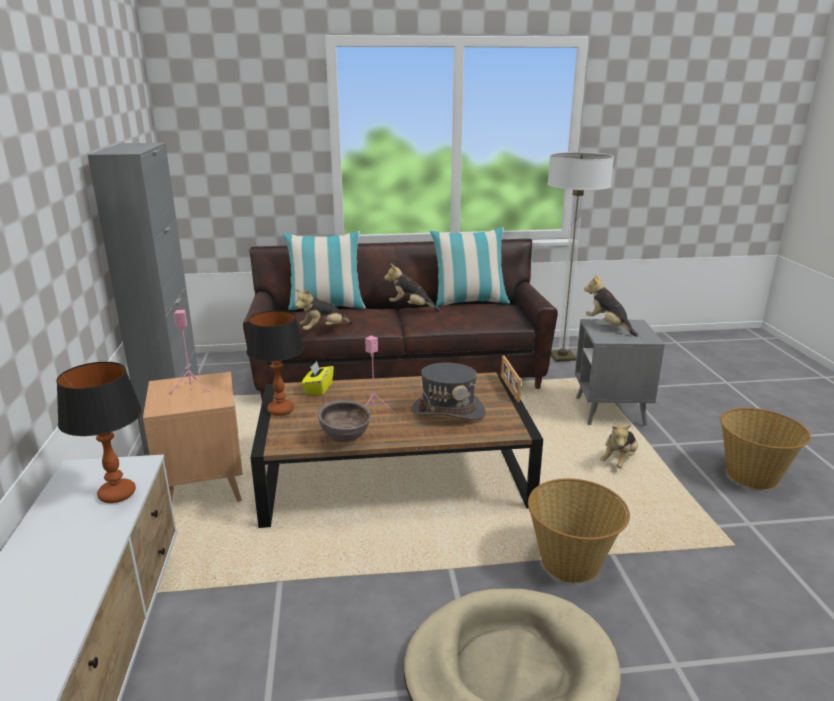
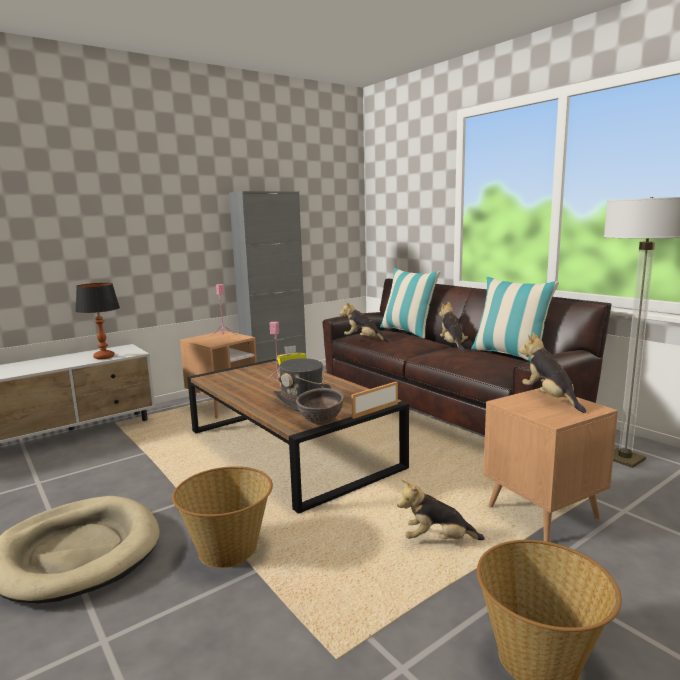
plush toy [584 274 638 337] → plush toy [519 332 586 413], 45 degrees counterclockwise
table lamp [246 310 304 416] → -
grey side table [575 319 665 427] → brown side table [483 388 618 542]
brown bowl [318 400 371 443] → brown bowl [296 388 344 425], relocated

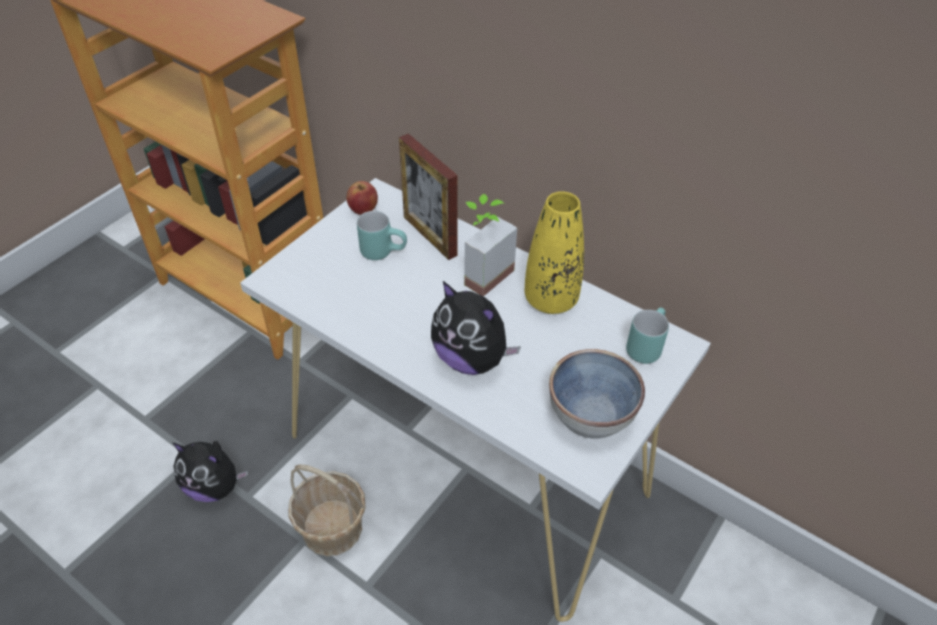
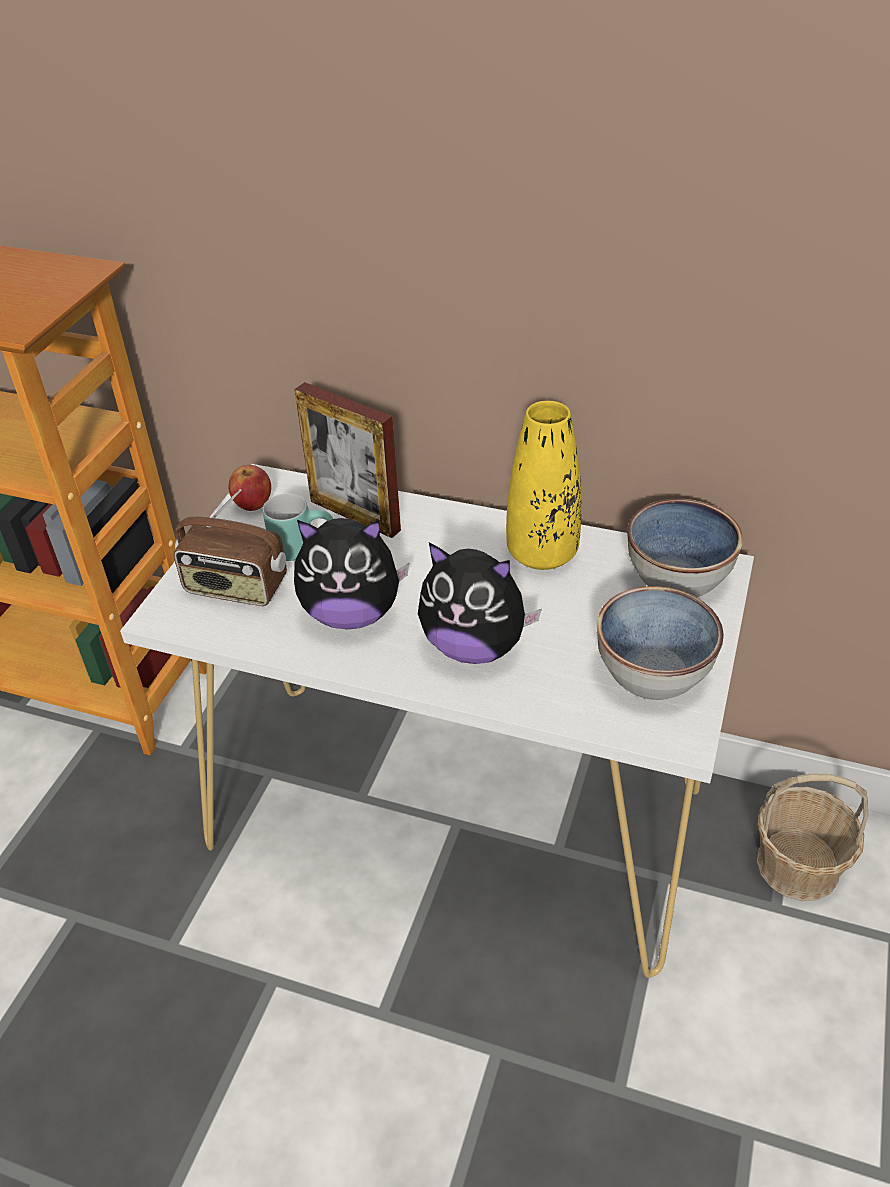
potted plant [464 194 517 297] → -
turquoise mug [626 307 669 364] → bowl [627 499 743 597]
plush toy [173 441 248 502] → plush toy [294 518 409 630], relocated
basket [289 464 365 556] → basket [757 773 868 901], relocated
- → radio [173 489 287 606]

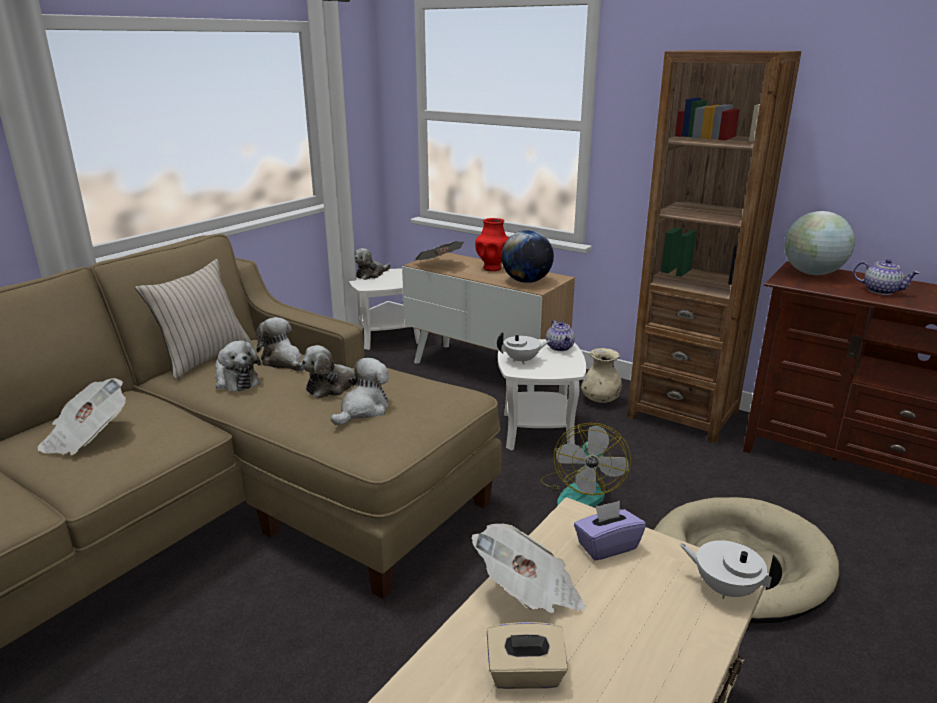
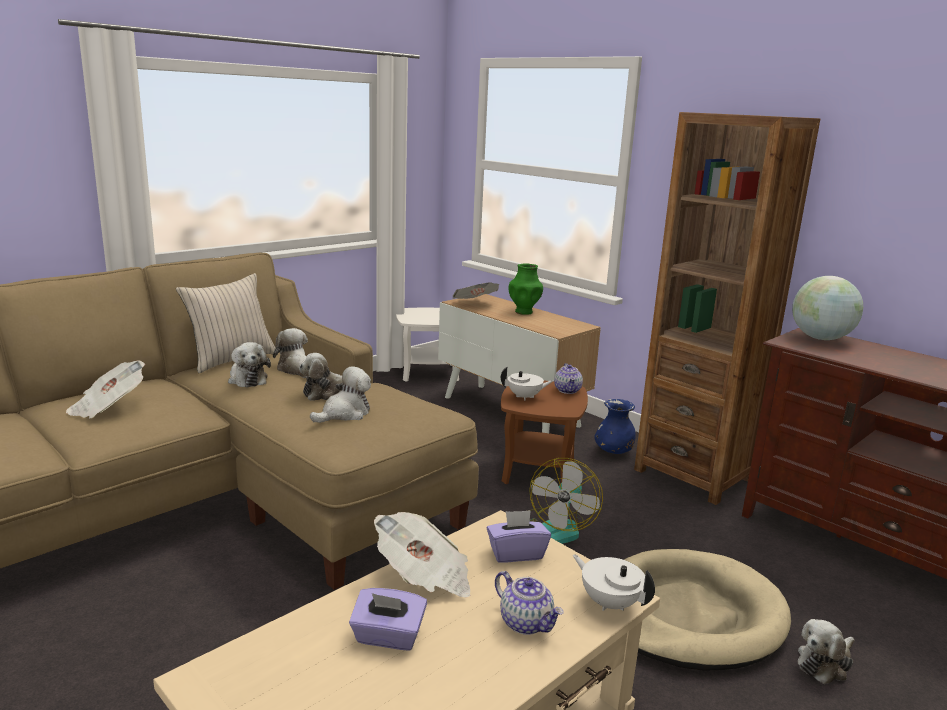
red vase [475 218 509 271] → green vase [509 263 543 315]
globe [501 230 554 283] → -
plush toy [355 248 390 280] → plush toy [798 619 854 684], relocated
teapot [853 259 919 295] → teapot [495 571 564 635], relocated
white side table [498 339 586 451] → brown side table [501 380 588 484]
beige vase [581 348 622 403] → blue vase [594 399 636 454]
beige tissue box [487 622 568 689] → purple tissue box [349 588 427 651]

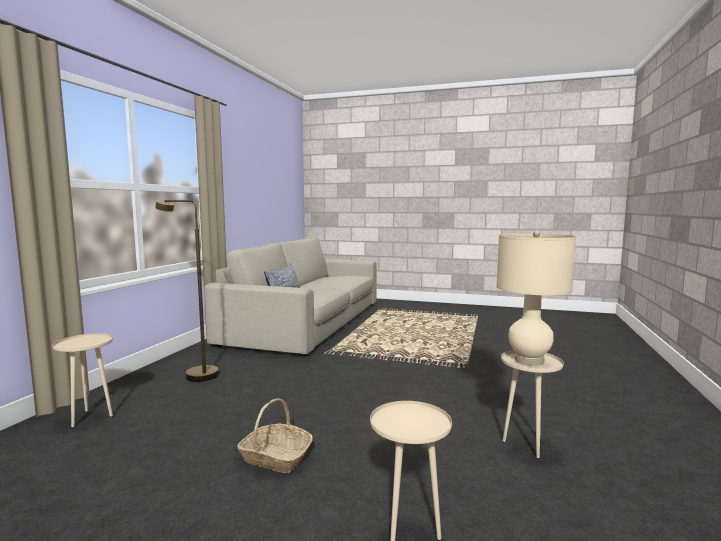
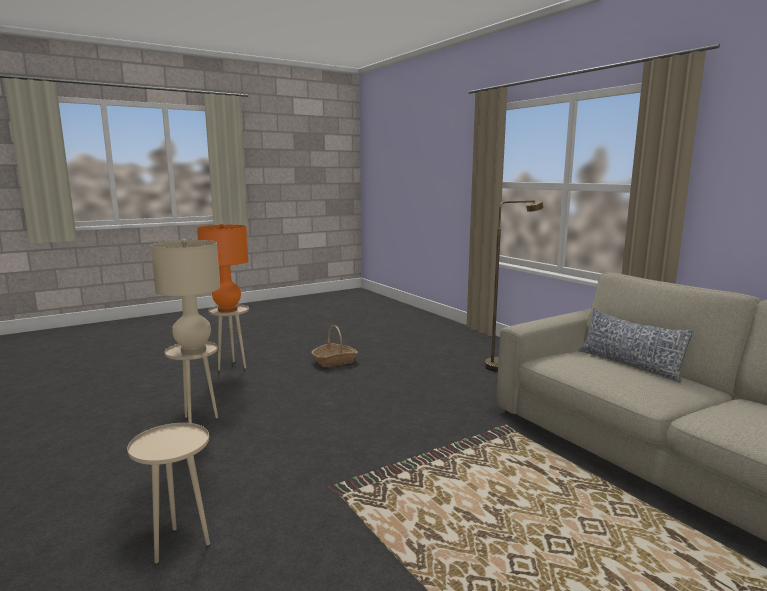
beige side table [53 333 113 428] → beige side table [127 423 210 564], relocated
- → orange table lamp [197 223 248 313]

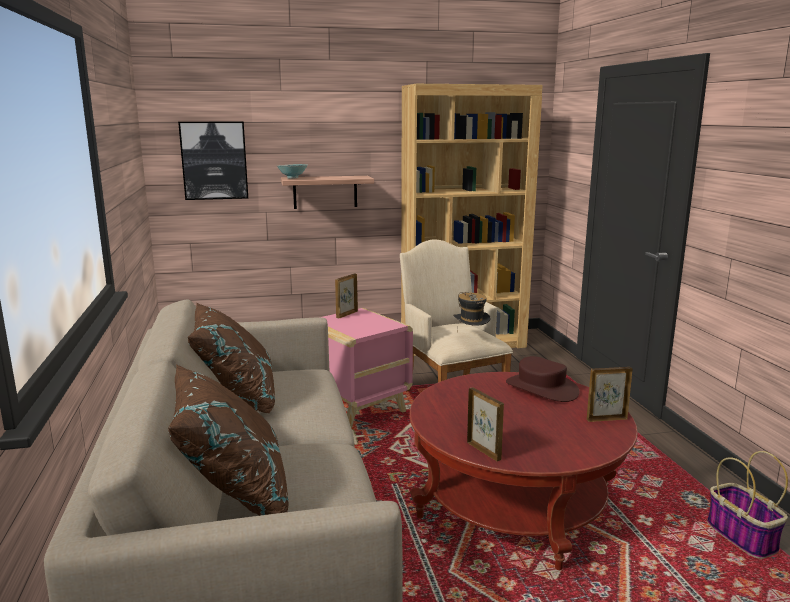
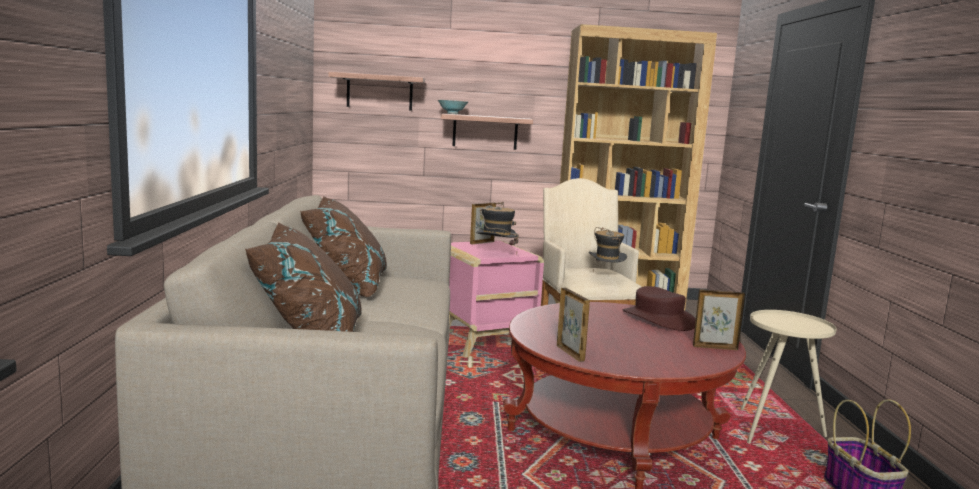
picture [178 122 248 200] → shelf [328 72 425 111]
- → hat [476 202 519 255]
- → beige side table [741 310 837 444]

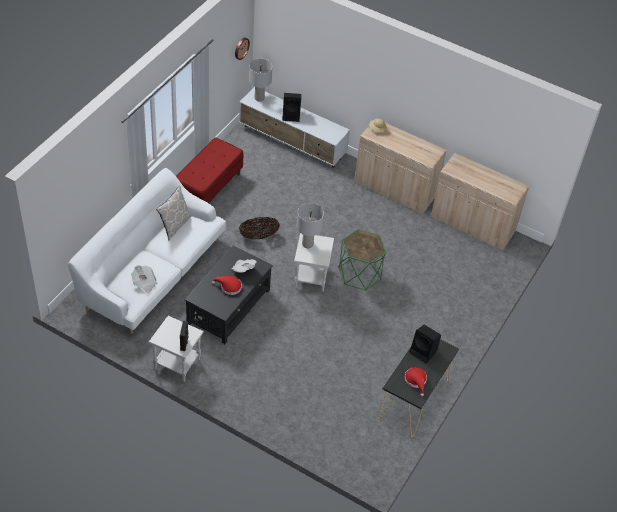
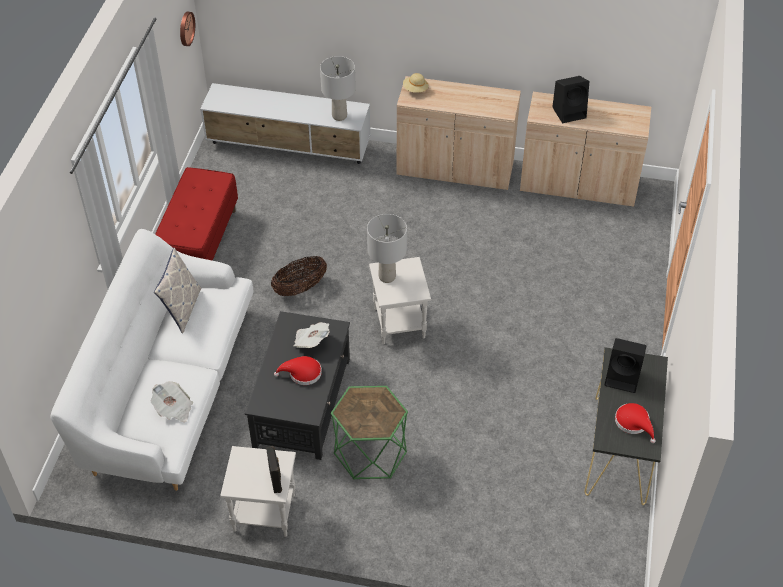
grey table lamp [249 59 272 102] → grey table lamp [320 56 356 121], relocated
black speaker [282 93 301 122] → black speaker [552 76 589 123], relocated
green side table [338 229 387 291] → green side table [331 386 408 480], relocated

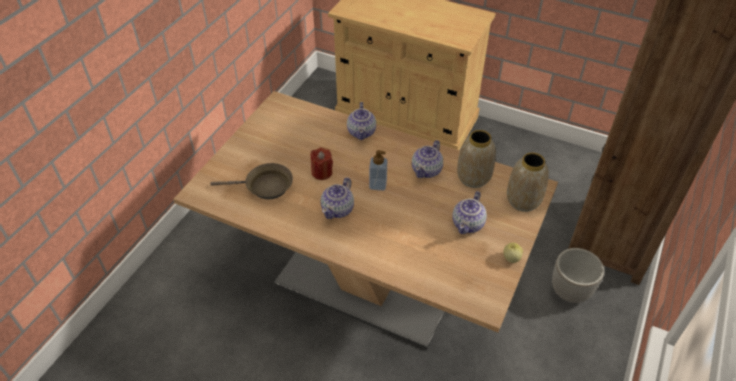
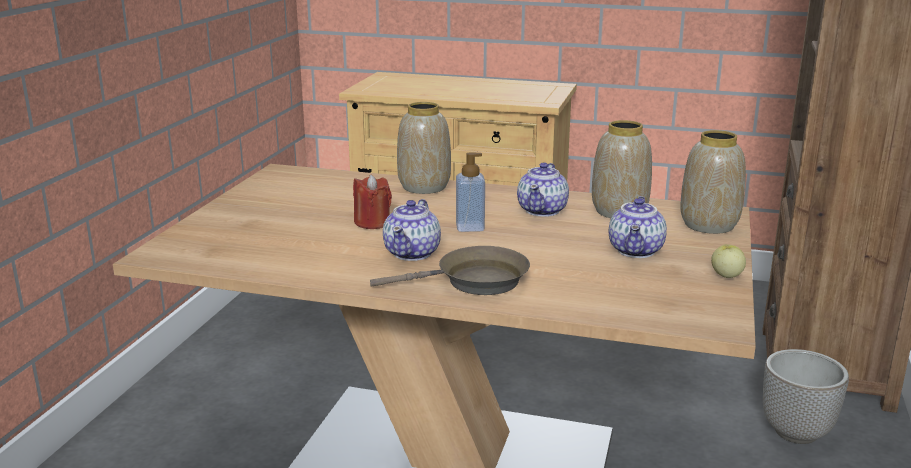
teapot [347 102 376 140] → vase [397 102 451 194]
brown frying pan [210 163 293 199] → brown frying pan [370 246 530 295], relocated

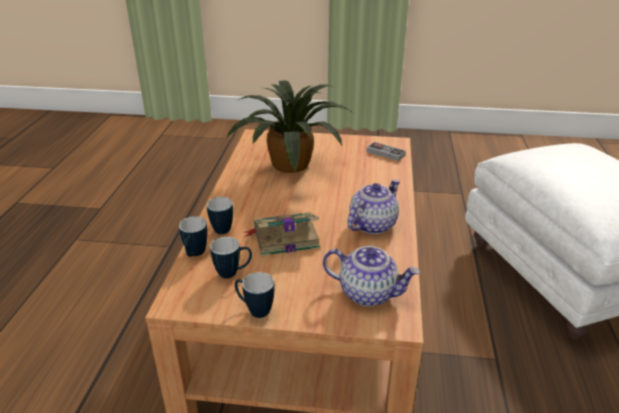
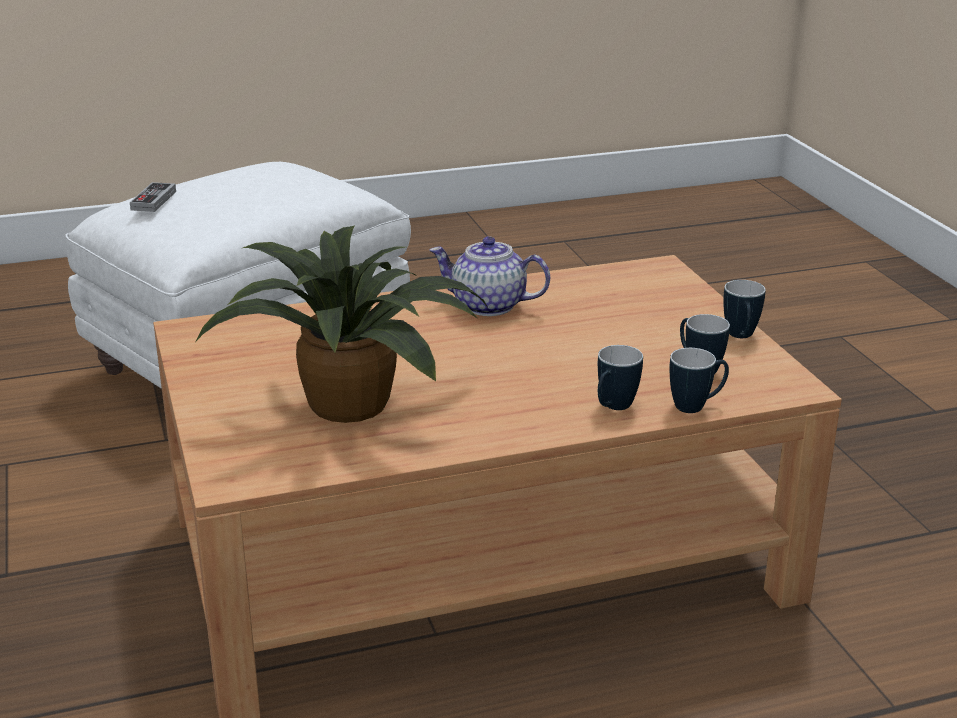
game controller [366 142 406 161] → game controller [130 182 176 212], relocated
book [245 212 320 256] → -
teapot [323 246 420 306] → -

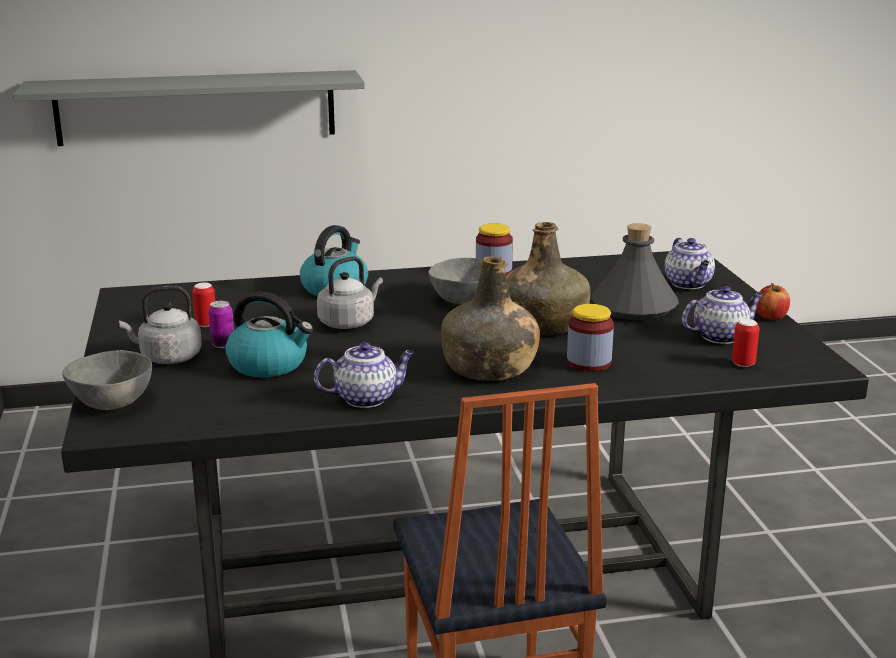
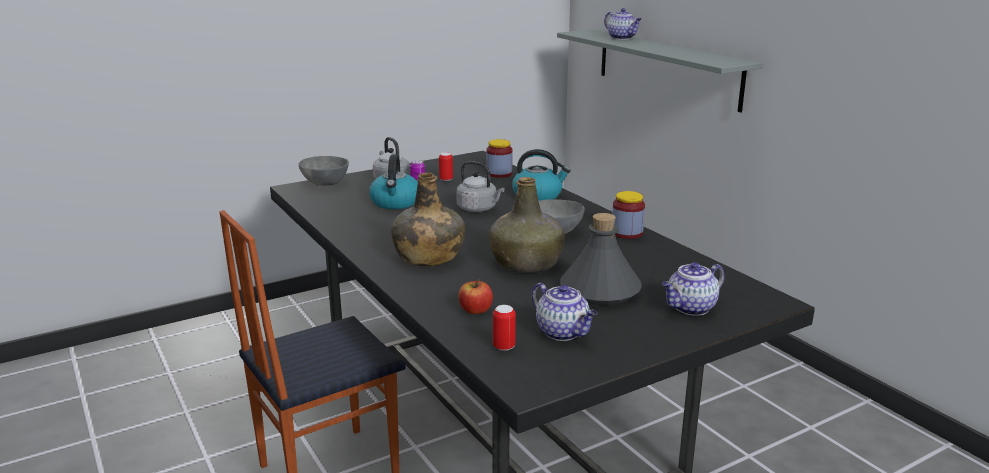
apple [756 283 790 320] → apple [458 279 493 314], relocated
jar [567 304 614 372] → jar [486 139 512 178], relocated
teapot [314 342 415 408] → teapot [604 8 642 40], relocated

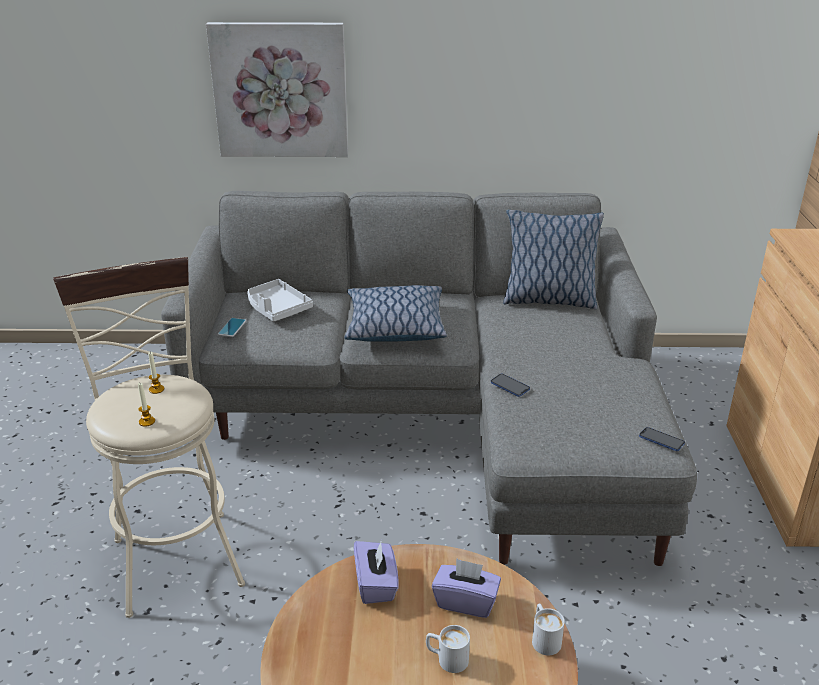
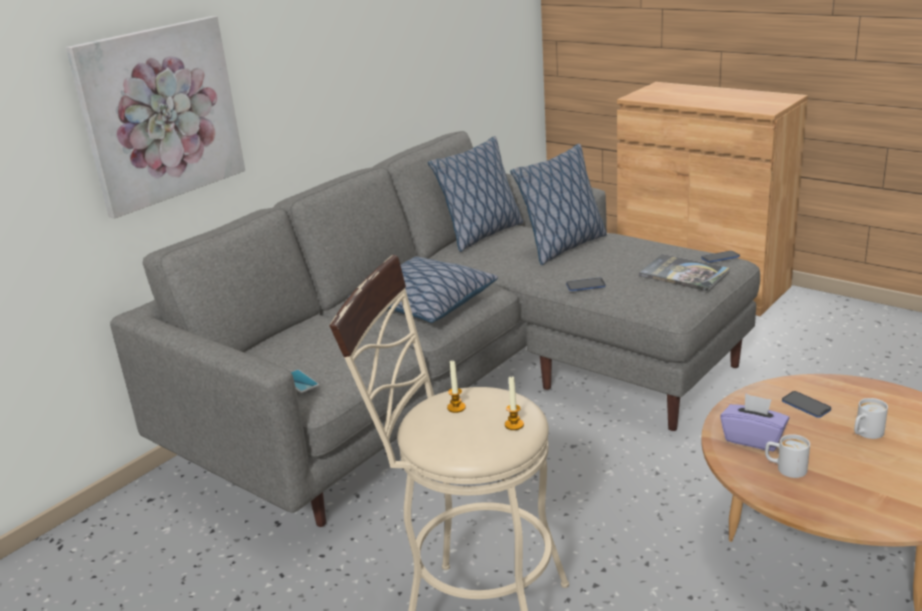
grey tray [247 279 313 322] → -
purple tissue box [432 558 501 618] → phone [782 391 831 418]
white mug [532 604 565 656] → white mug [765 434 810 478], relocated
- → pillow [510 144 607 265]
- → book [639 254 730 291]

